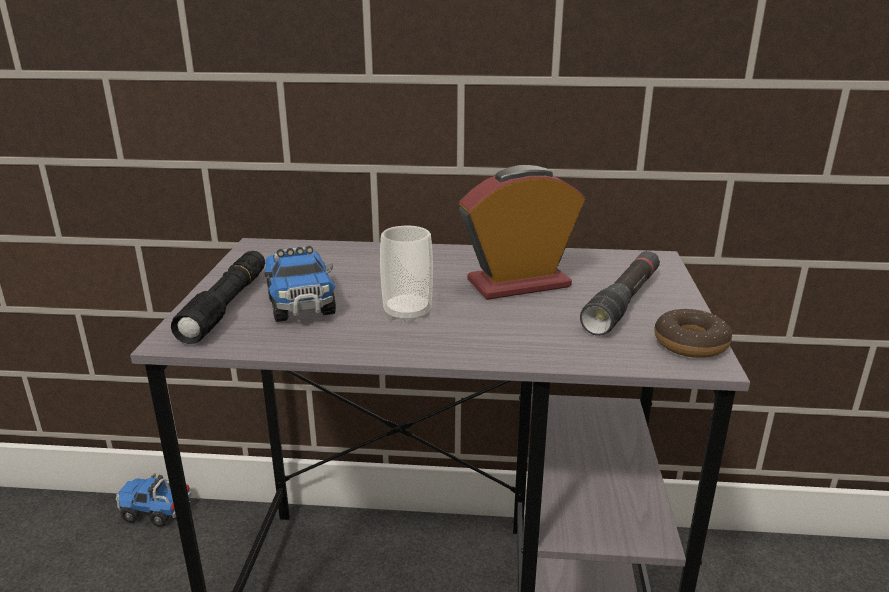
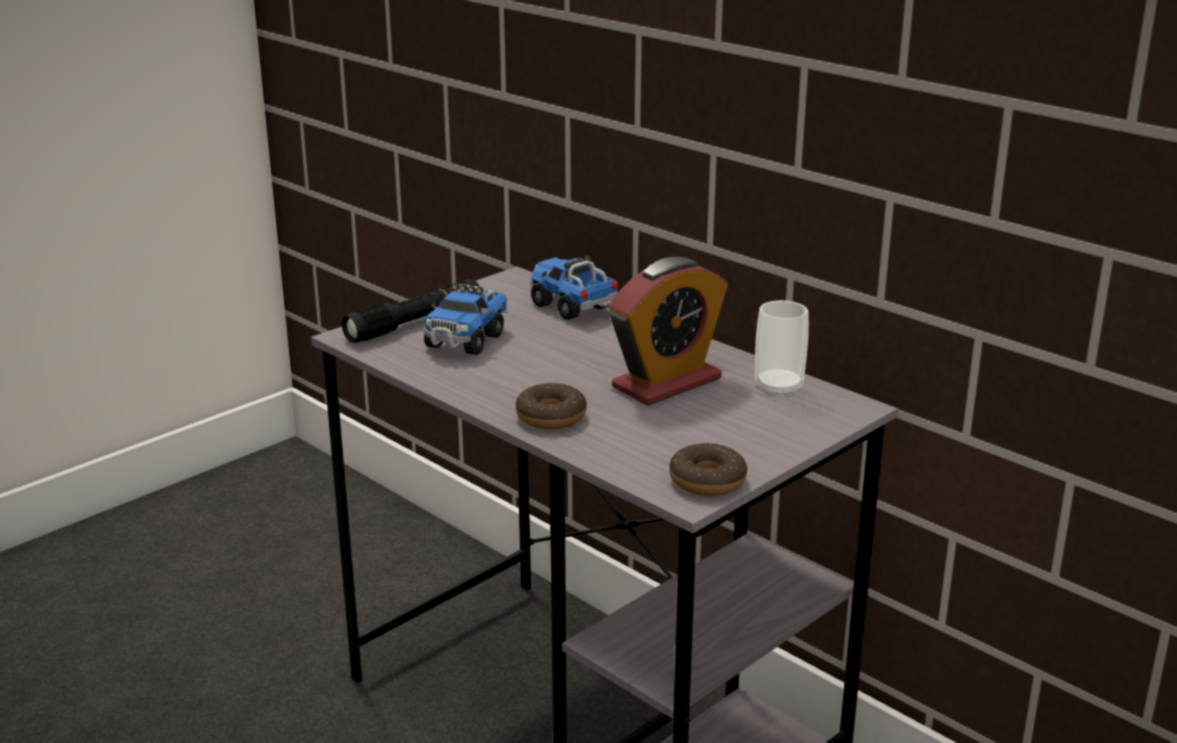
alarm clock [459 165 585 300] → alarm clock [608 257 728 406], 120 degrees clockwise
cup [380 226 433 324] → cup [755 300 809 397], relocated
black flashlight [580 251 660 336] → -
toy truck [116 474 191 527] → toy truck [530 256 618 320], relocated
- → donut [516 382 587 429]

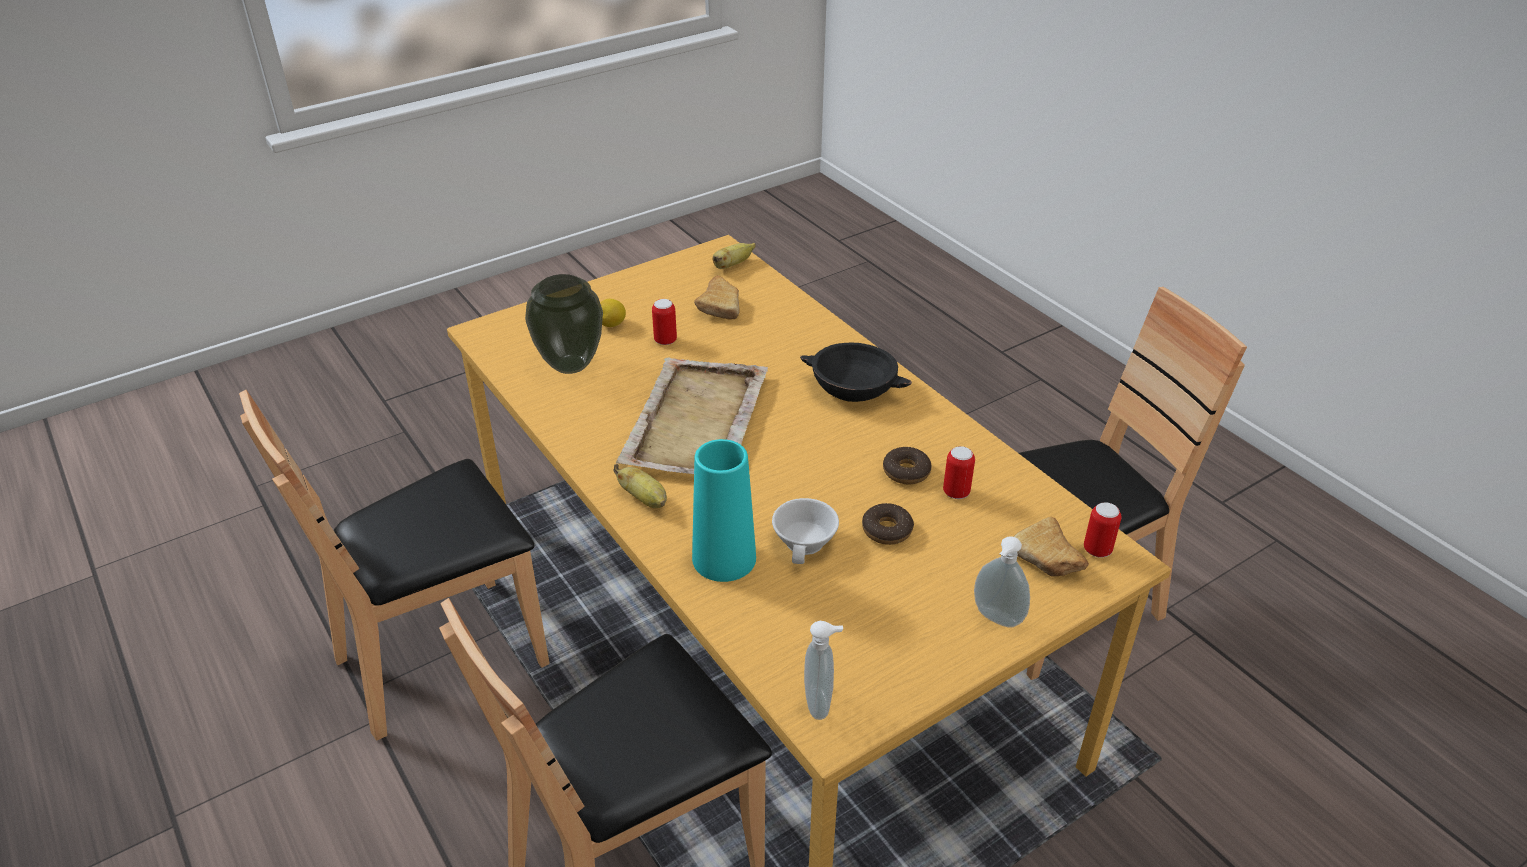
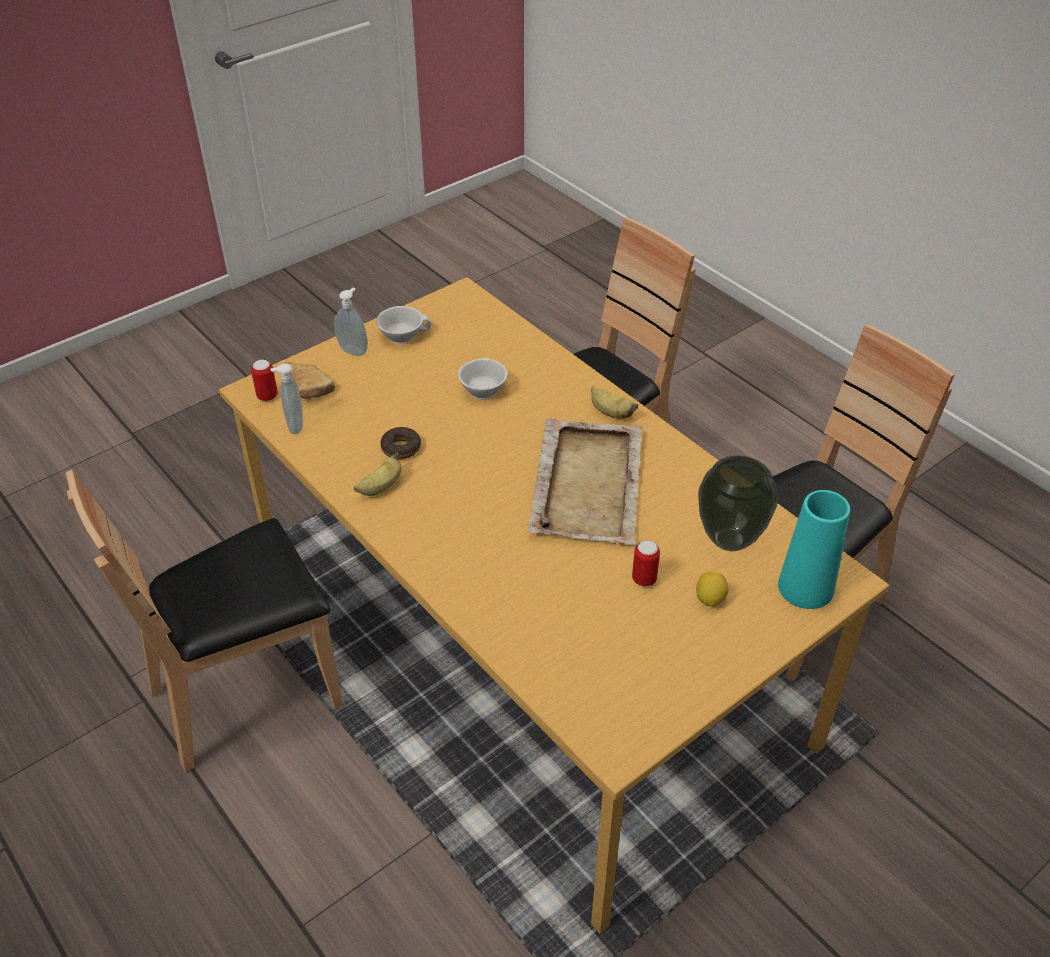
banana [713 243 756 269] → banana [354 452 401 496], relocated
bread [694 275 740 319] → -
black bowl [800 343 912 402] → -
turquoise vase [692 439 756 582] → turquoise vase [778 490 850 609], relocated
can [943 446 975 499] → -
donut [862 503 914 545] → -
soap dispenser [804 621 843 720] → soap dispenser [271 363 303 434], relocated
- → white cup [376 306 431 344]

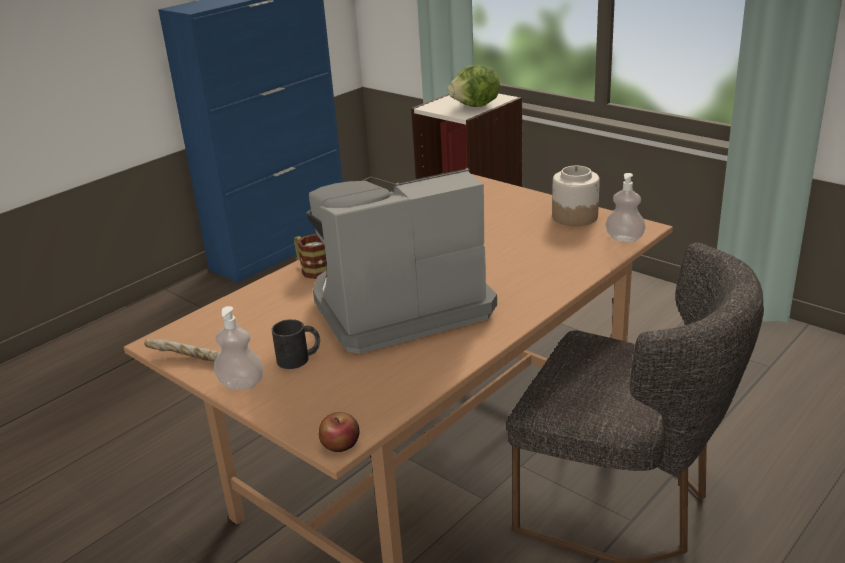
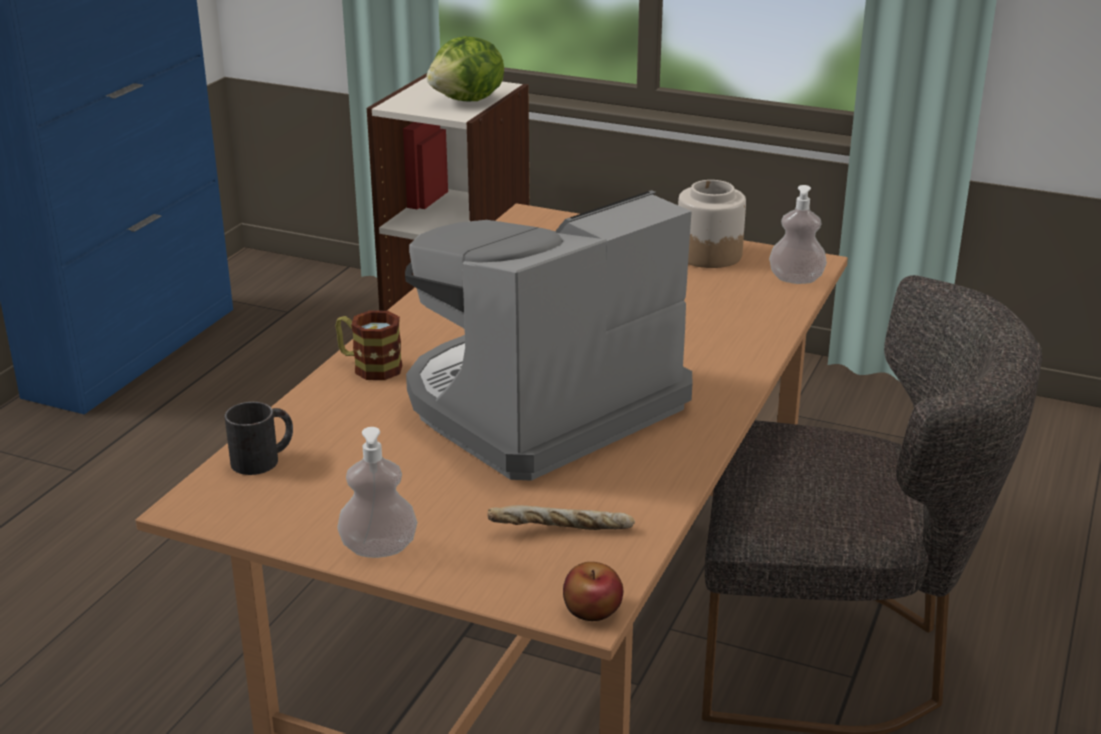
black mug [272 319 320 369] → black mug [225 402 293 475], relocated
bread [144 339 221 361] → bread [488 505 635 530], relocated

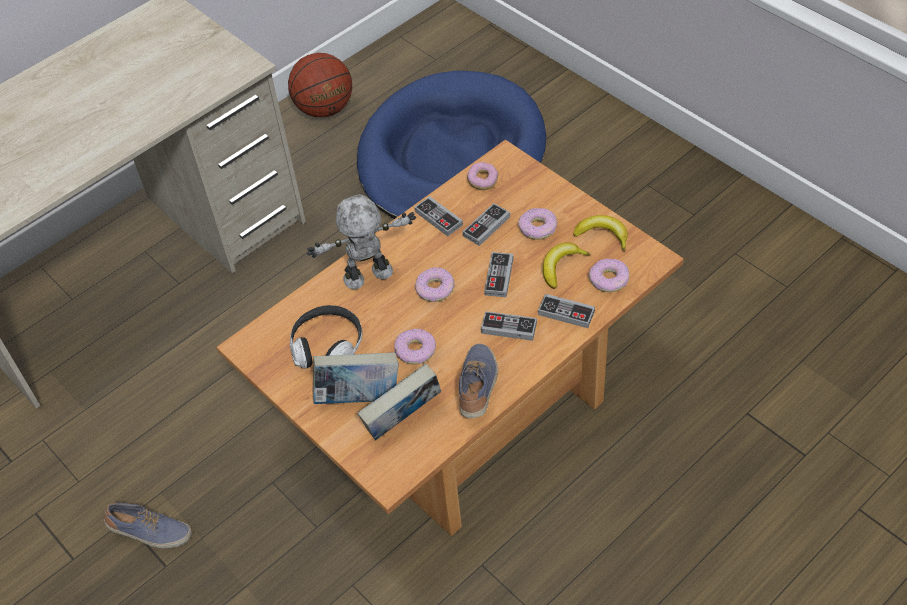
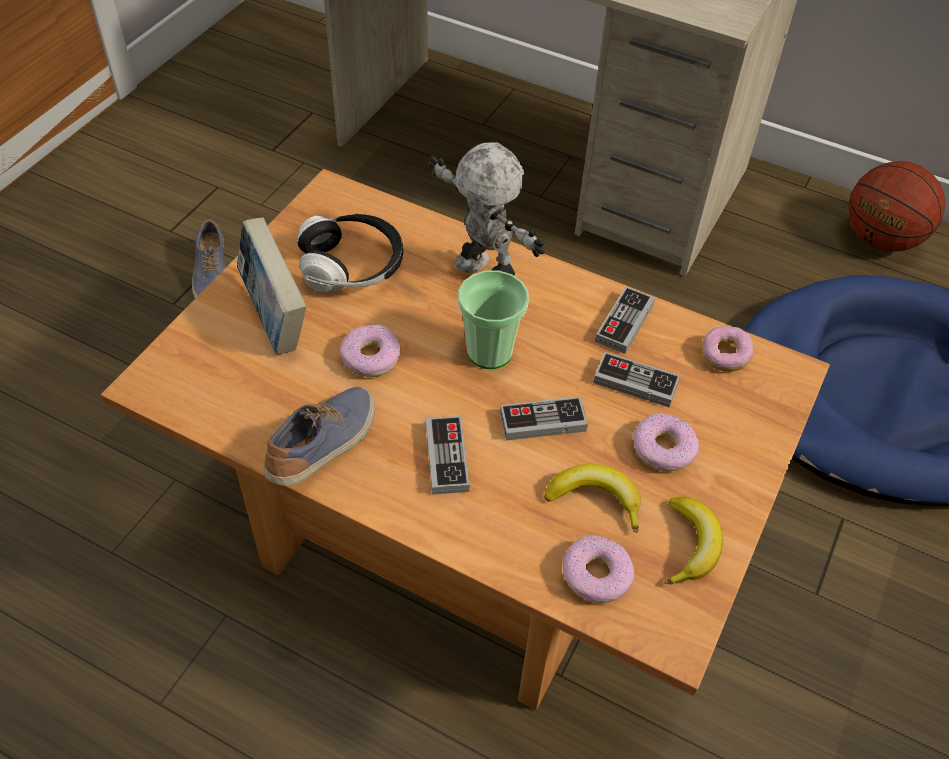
donut [415 267 455 302] → cup [458 270 529 369]
game controller [538 294 595 328] → -
shoe [459 344 498 418] → shoe [264 387 375 486], 45 degrees counterclockwise
book [357 363 441 440] → -

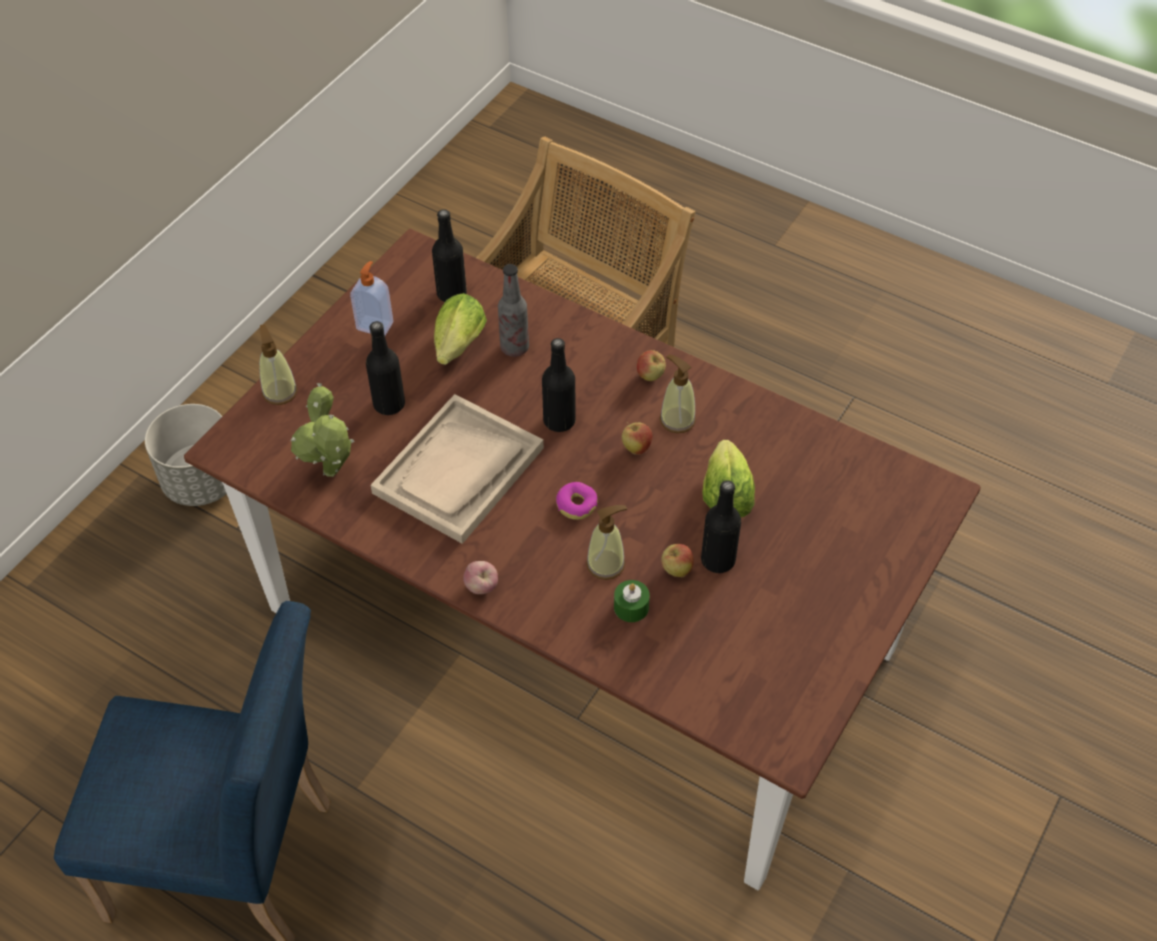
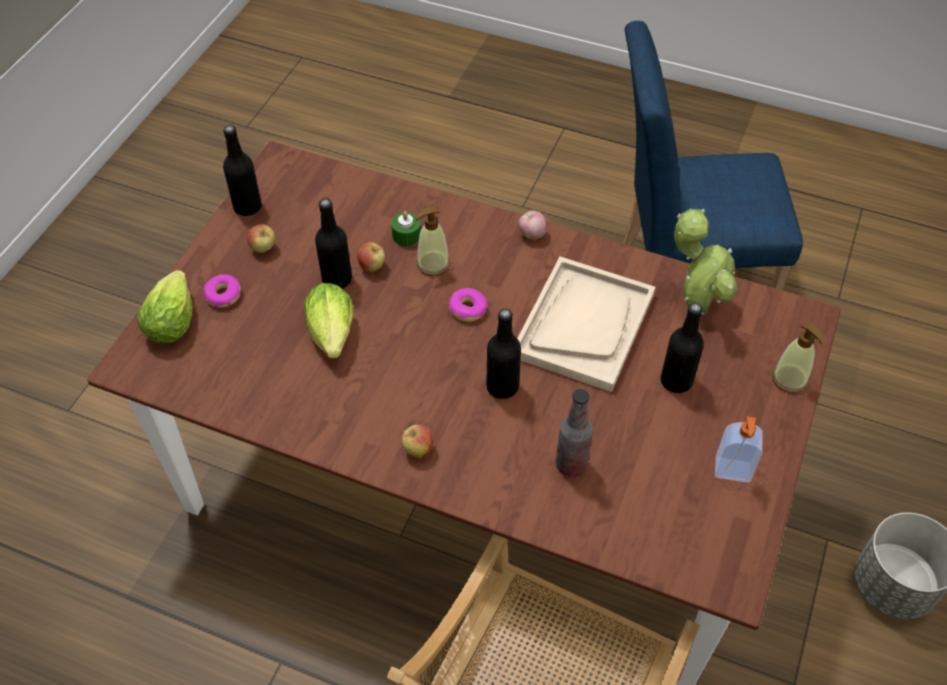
black bottle [432 209 467 302] → black bottle [223 125 262 216], relocated
lettuce [434 293 487 365] → lettuce [137 270 192 343], relocated
soap dispenser [660 355 696 433] → -
apple [622 422 652 455] → apple [247 224 275 253], relocated
- → donut [203 274 241 308]

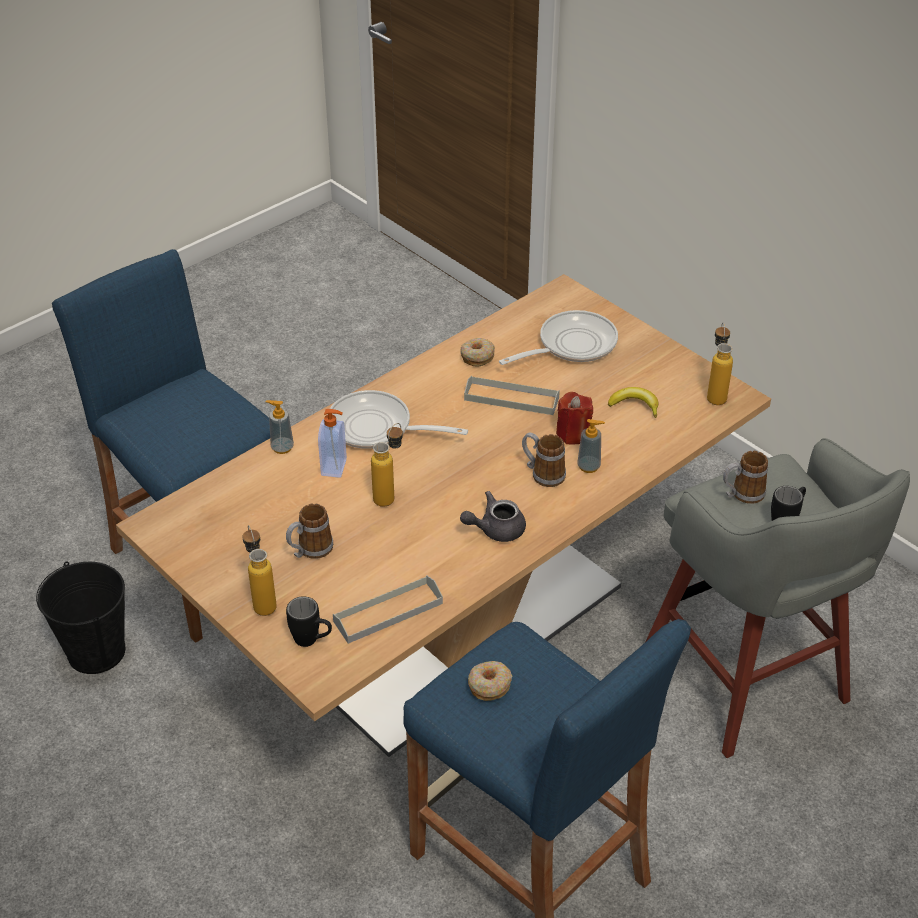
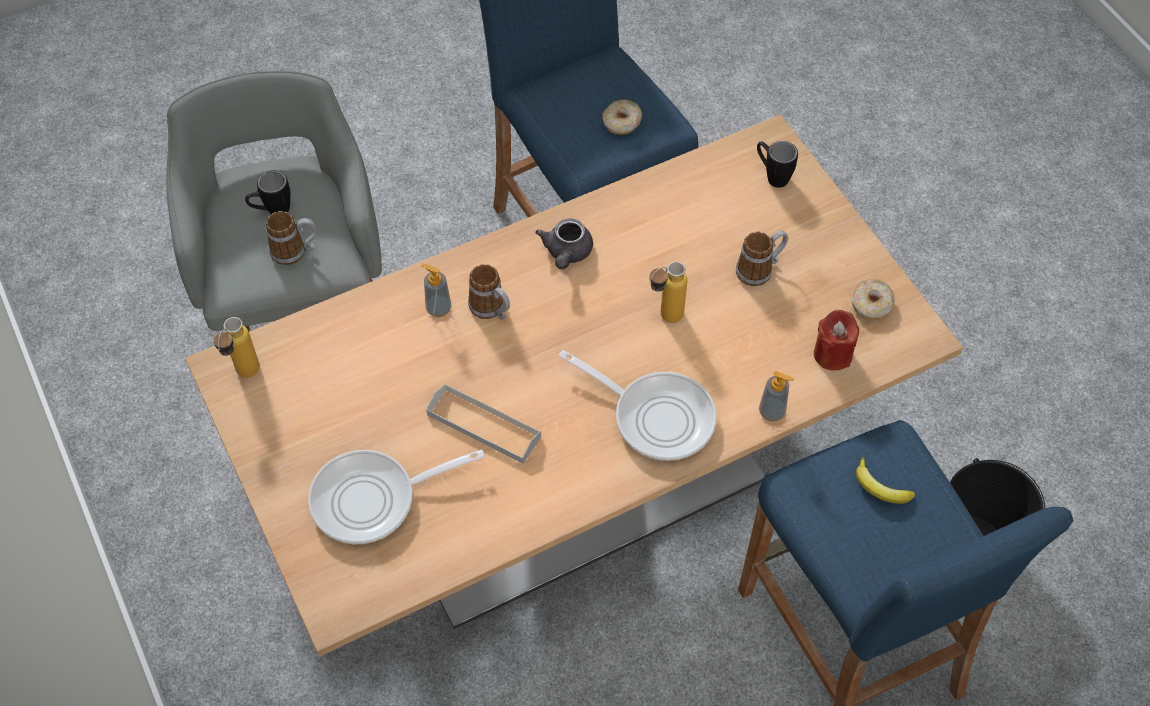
donut [460 338 495 367] → donut [852 279 895 320], relocated
banana [608 387 658 418] → banana [856 457 915 504], relocated
red candle [556 392 593 445] → red candle [814 310 859 371], relocated
soap dispenser [318 409 347 478] → -
grey teapot [460 491 526 542] → grey teapot [535 218 593 269], 105 degrees clockwise
bottle [242 525 277 616] → -
grey tray [333 575 443 644] → -

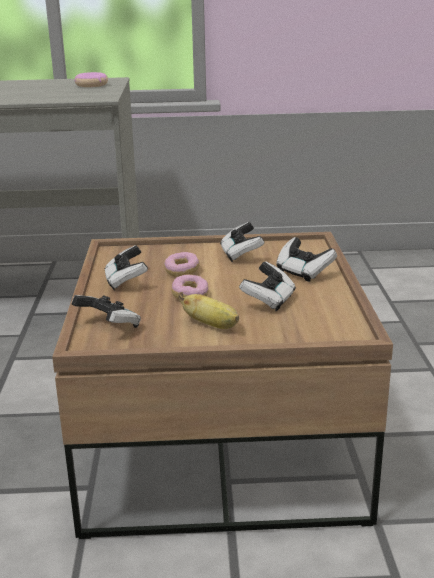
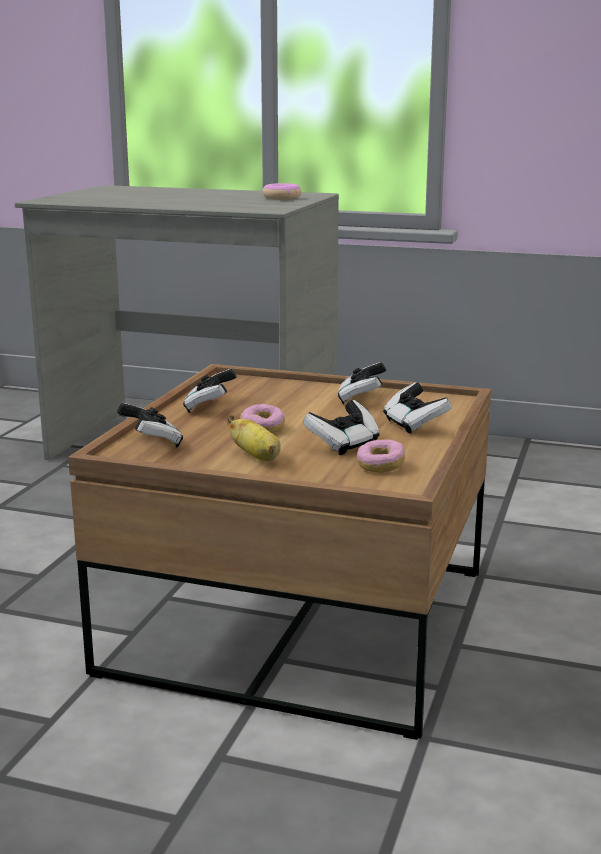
donut [164 252 200 277] → donut [357 439 405 473], relocated

